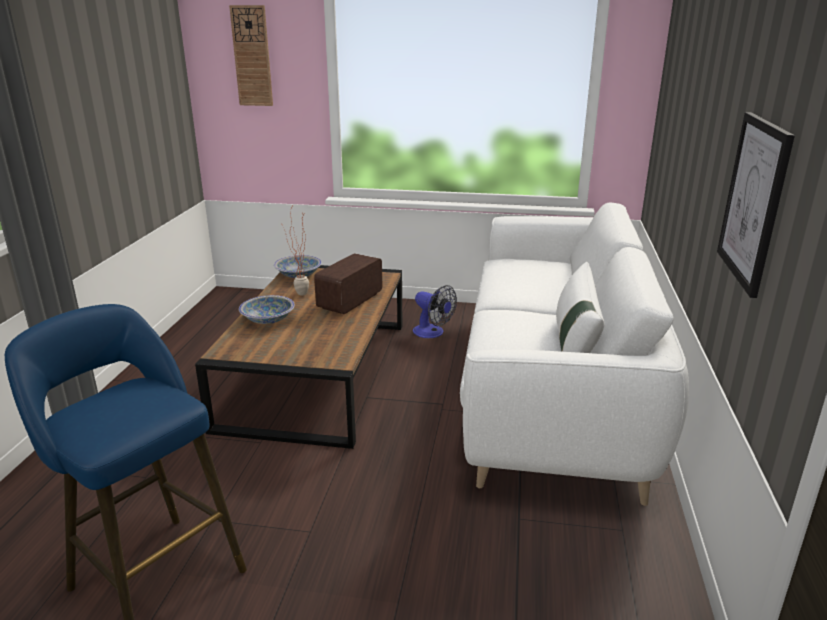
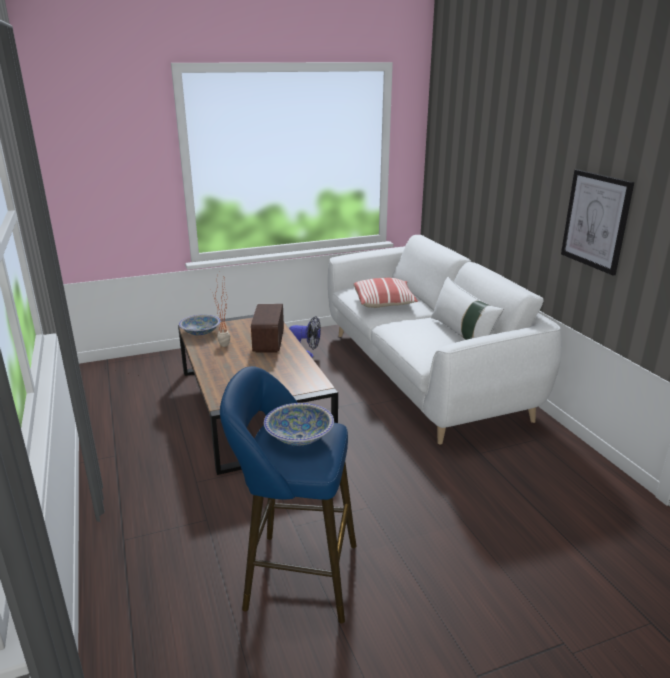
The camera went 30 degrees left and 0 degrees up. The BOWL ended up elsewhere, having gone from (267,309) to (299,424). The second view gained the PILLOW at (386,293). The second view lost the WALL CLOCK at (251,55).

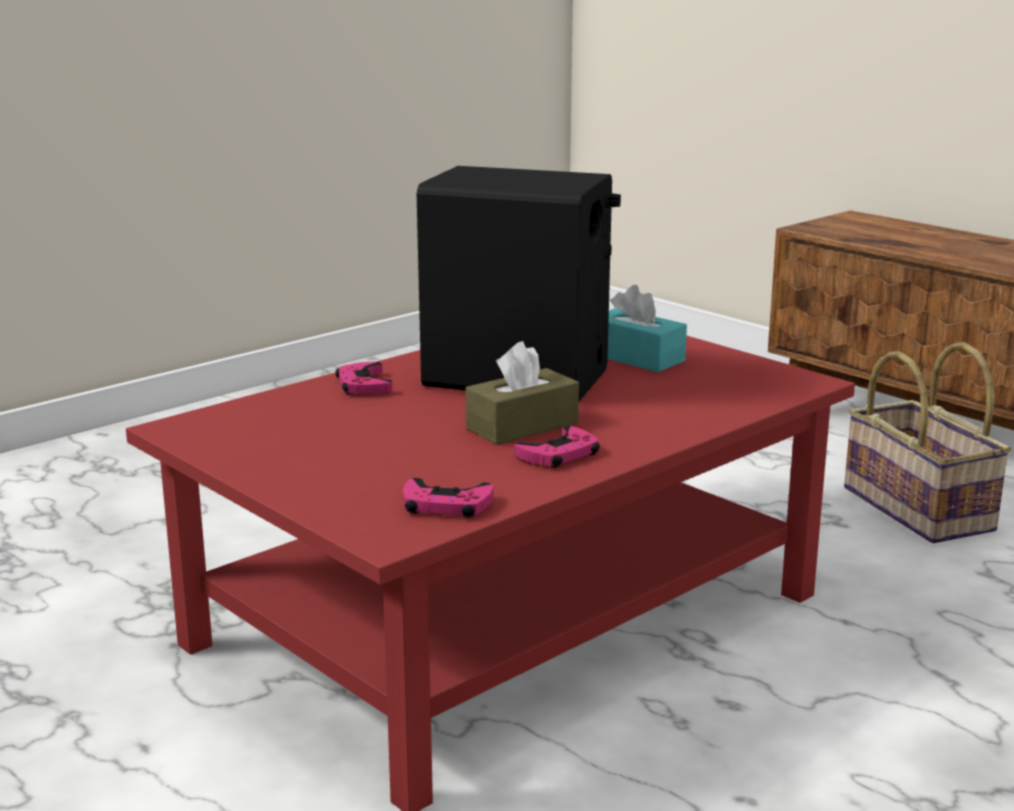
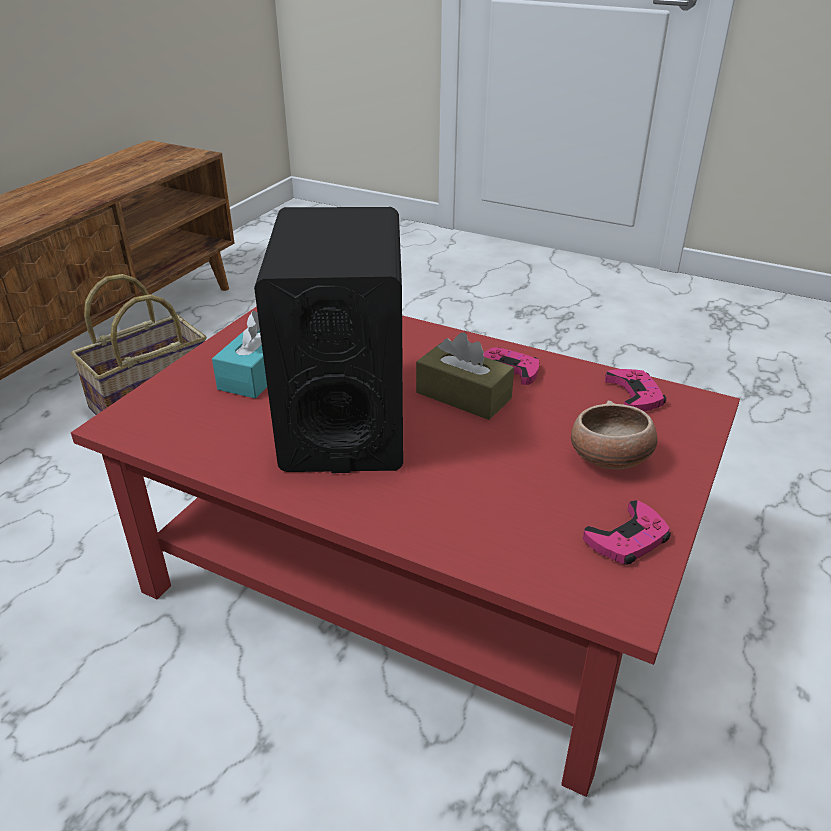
The camera went 110 degrees left and 15 degrees up. The second view gained the BOWL at (614,435). The PINK GAME CONTROLLER ended up elsewhere, having gone from (364,378) to (627,532).

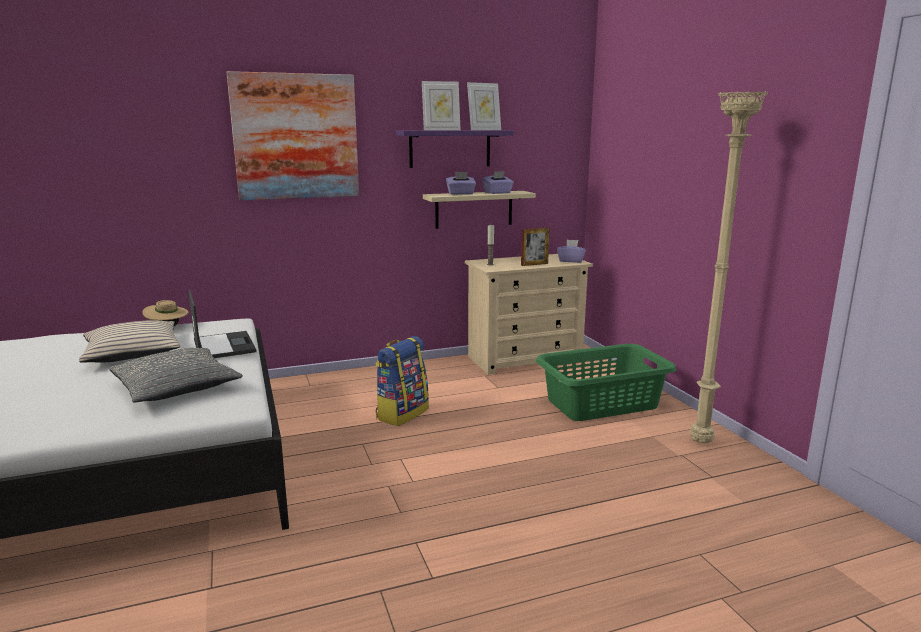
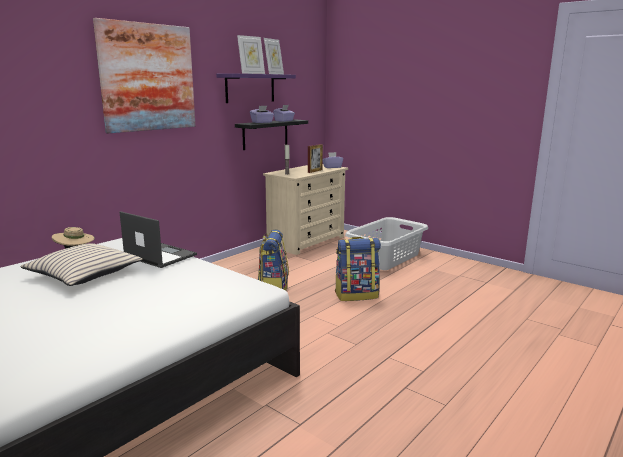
The camera went 30 degrees left and 0 degrees up. What was the BEIGE SHELF at (479,210) turned into the BLACK SHELF at (271,134). The second view gained the BACKPACK at (358,269). What was the GREEN LAUNDRY BASKET at (606,382) turned into the GREY LAUNDRY BASKET at (386,243). The second view lost the GREY PILLOW at (176,375). The second view lost the BEIGE FLOOR LAMP at (729,267).

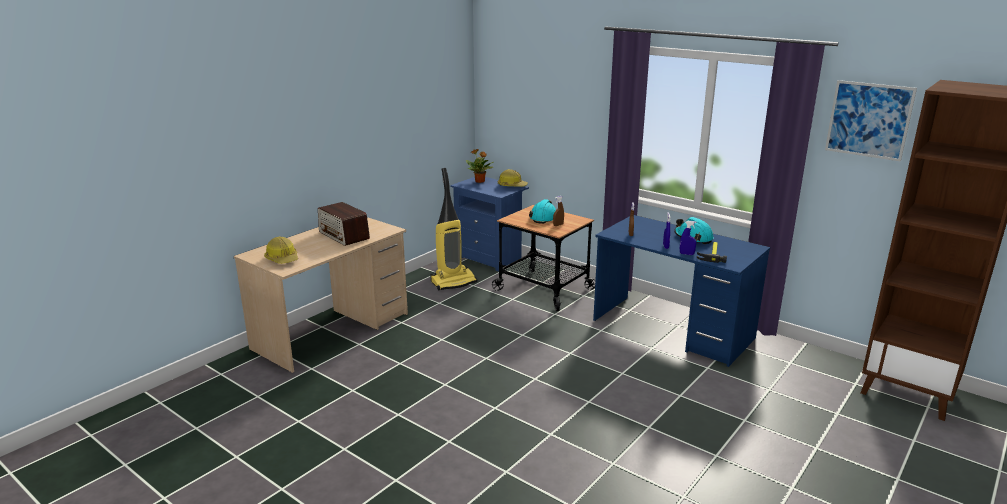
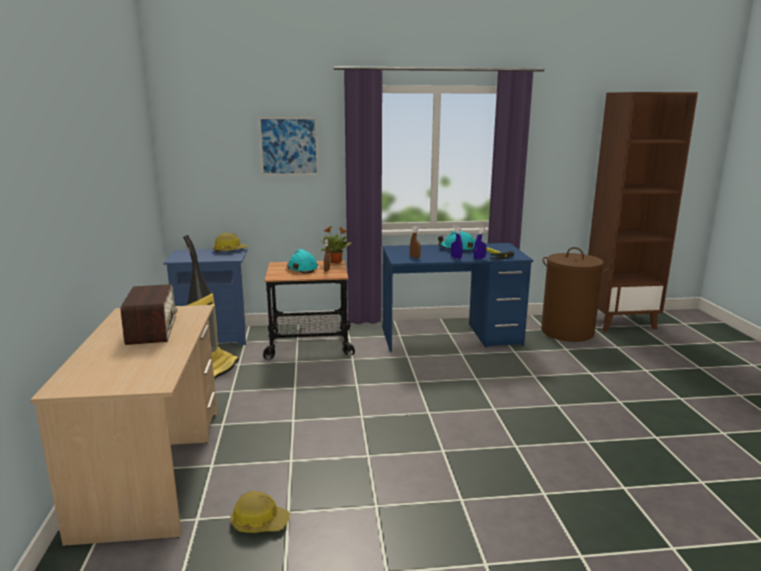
The camera went 45 degrees left and 5 degrees down. The RADIO at (344,224) ended up facing another way, 105 degrees counterclockwise from before. The HARD HAT ended up elsewhere, having gone from (281,250) to (260,512). The PICTURE ended up elsewhere, having gone from (871,121) to (289,146). The POTTED PLANT ended up elsewhere, having gone from (479,166) to (336,244). The second view gained the BROWN LAUNDRY BASKET at (575,294).

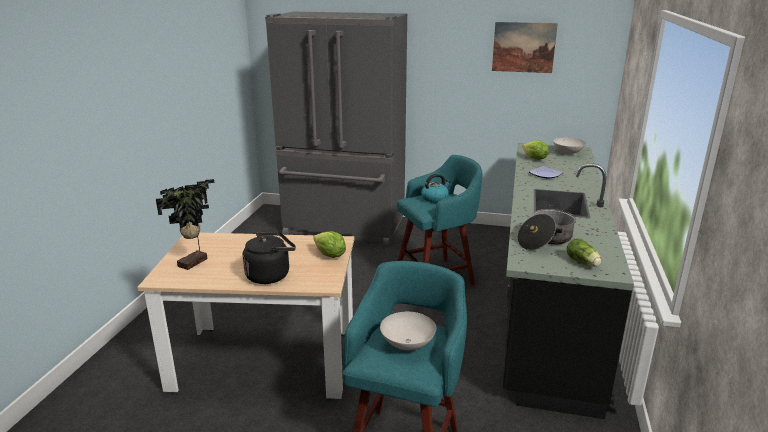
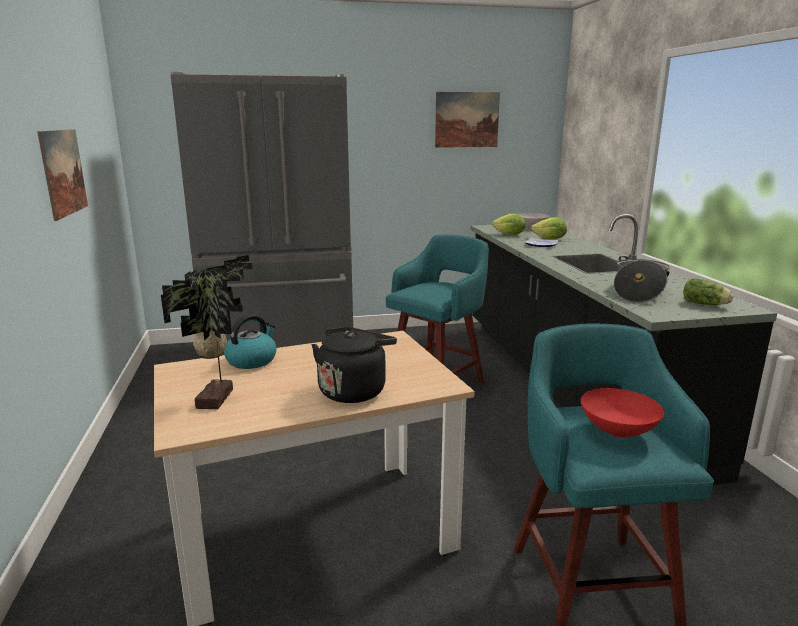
The camera went 25 degrees left and 5 degrees down. The second view gained the PICTURE at (62,175). The KETTLE ended up elsewhere, having gone from (435,188) to (250,341). The LETTUCE ended up elsewhere, having gone from (329,245) to (549,228). What was the WHITE BOWL at (408,331) turned into the RED BOWL at (622,413).

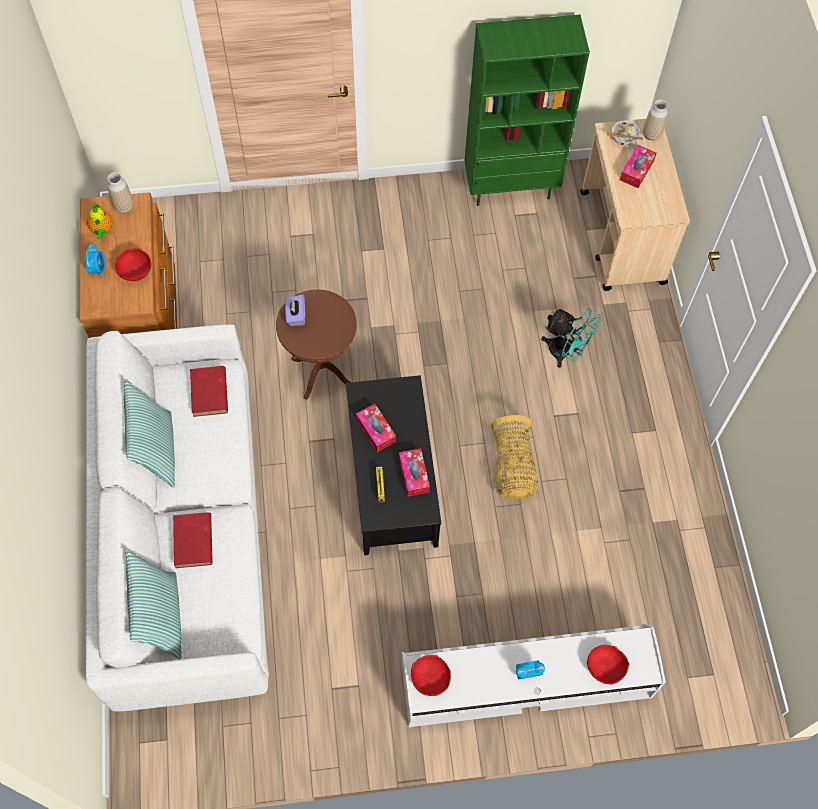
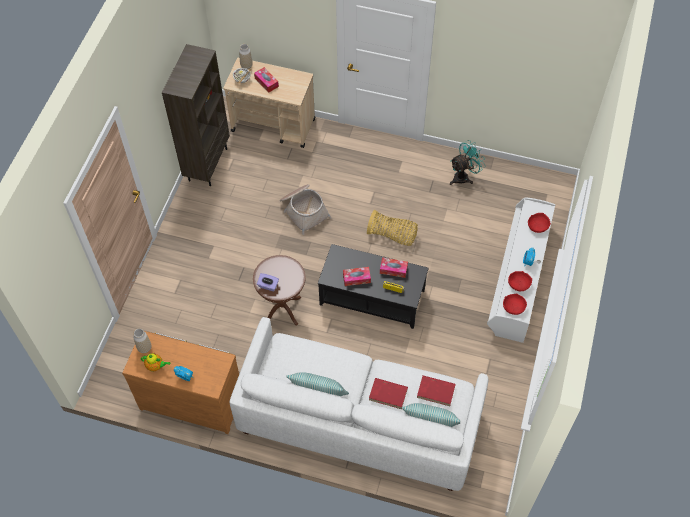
The camera went 65 degrees left and 5 degrees down. What was the GREEN BOOKCASE at (527,110) turned into the BROWN BOOKCASE at (196,115). The second view gained the BASKET at (306,209). The RED BOOK ended up elsewhere, having gone from (209,391) to (436,391). The TURQUOISE FAN ended up elsewhere, having gone from (571,338) to (468,163). The RED BOWL ended up elsewhere, having gone from (133,264) to (520,281).

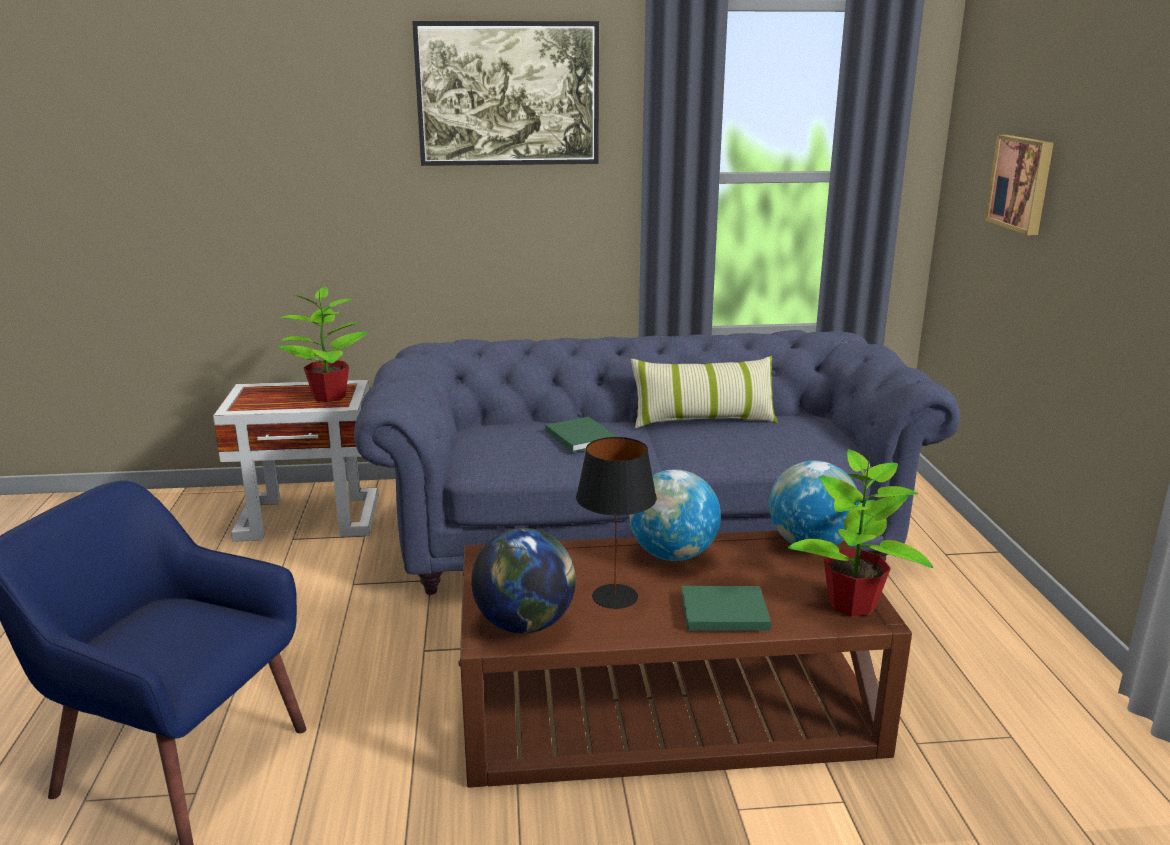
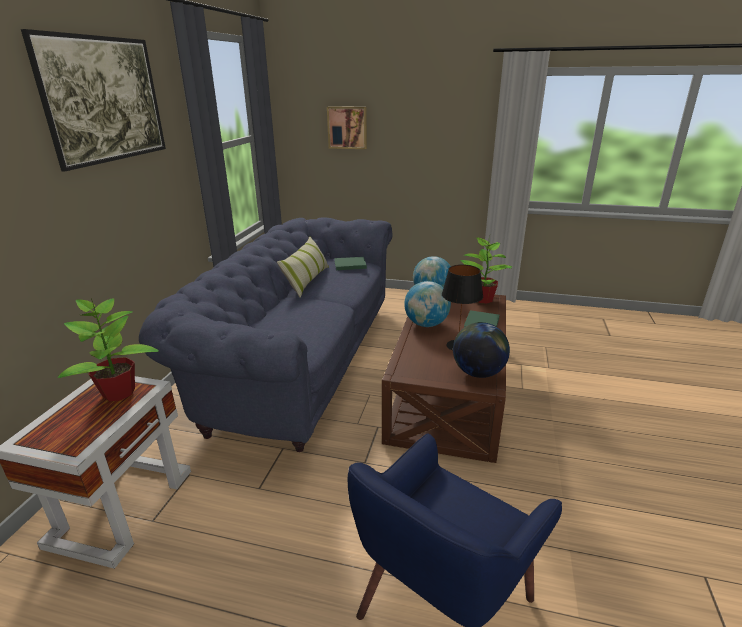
The camera went 70 degrees left and 5 degrees up. The GREEN BOOK ended up elsewhere, having gone from (581,434) to (350,263).

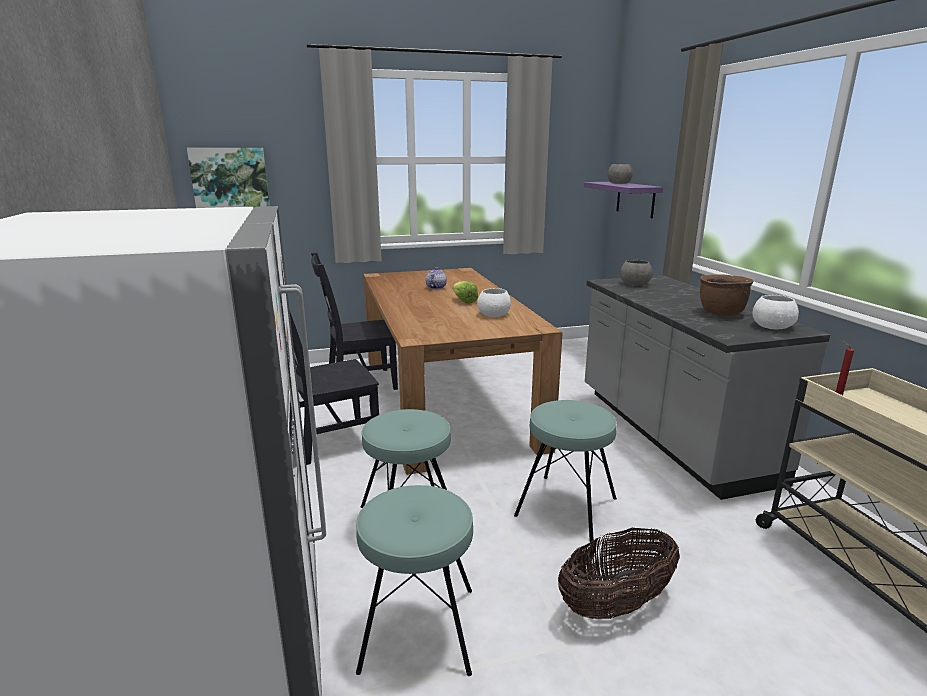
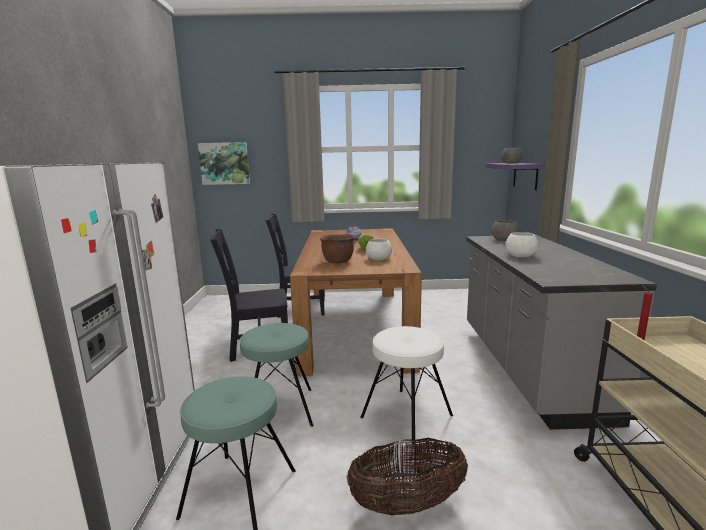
The camera went 15 degrees right and 5 degrees down. The BROWN COOKING POT ended up elsewhere, having gone from (726,295) to (337,248). What was the TURQUOISE STOOL at (565,471) turned into the WHITE STOOL at (406,385). The WHITE BOWL ended up elsewhere, having gone from (775,312) to (522,244).

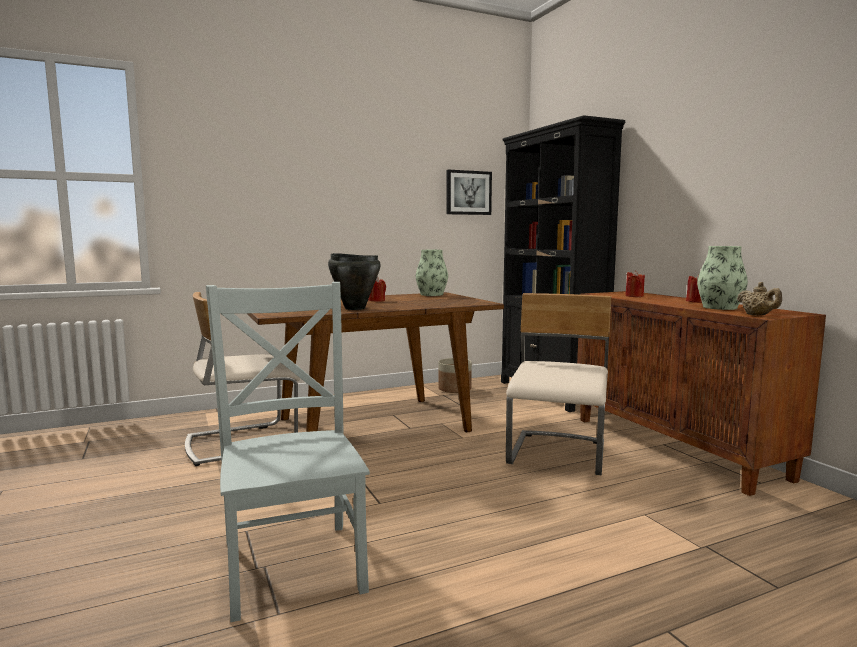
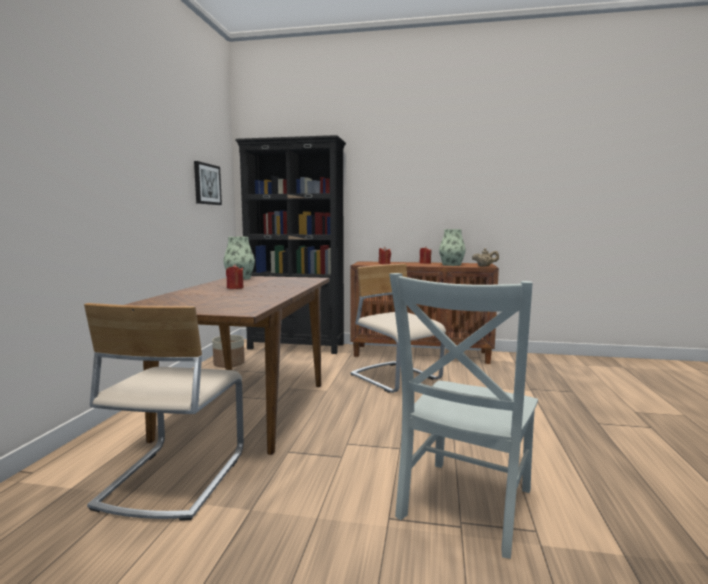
The camera went 55 degrees left and 0 degrees up. The GREY CHAIR at (288,452) ended up facing another way, 75 degrees counterclockwise from before. The second view lost the BLACK COOKING POT at (354,281).

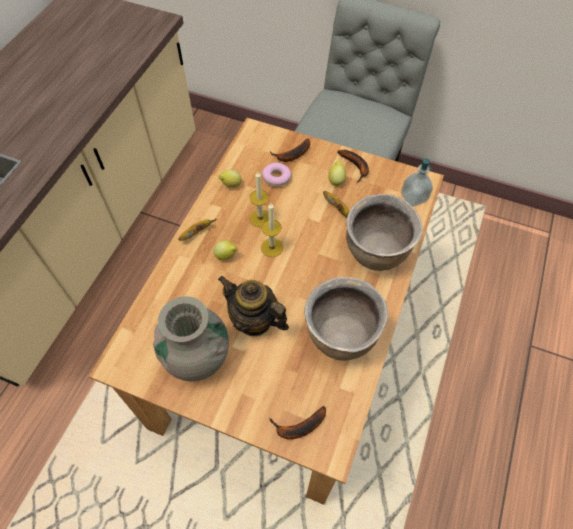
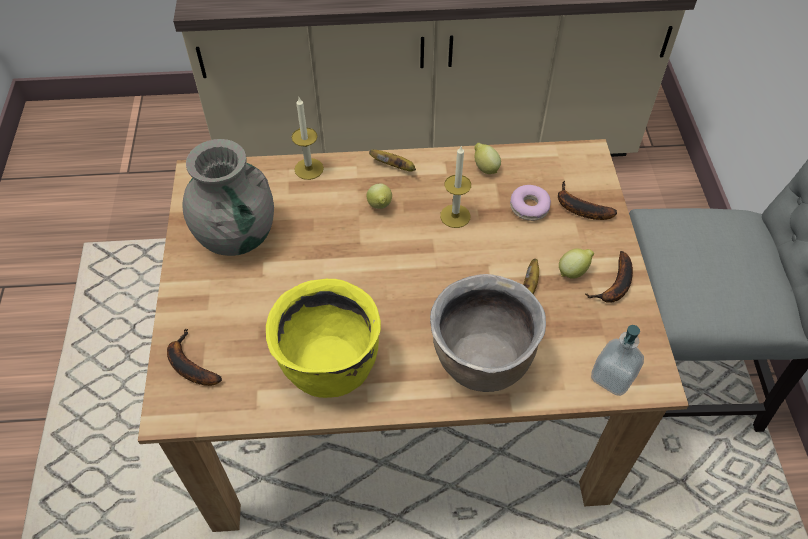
The camera went 65 degrees right and 5 degrees down. What was the BROWN COOKING POT at (346,319) turned into the YELLOW COOKING POT at (323,338). The CANDLE ended up elsewhere, having gone from (272,230) to (308,138). The second view lost the TEAPOT at (253,306).

